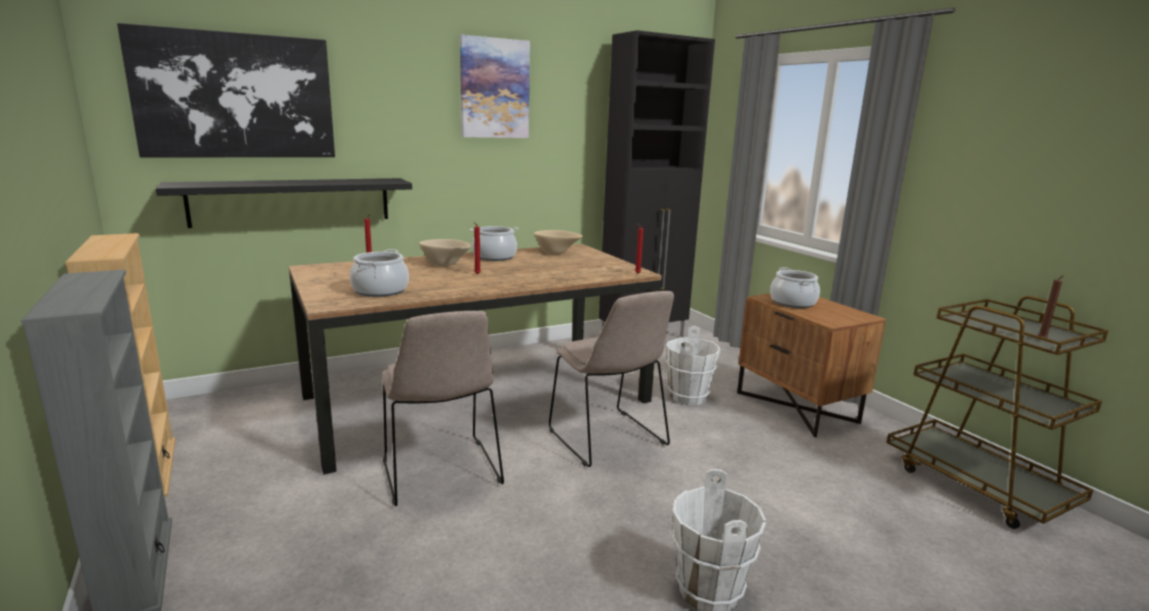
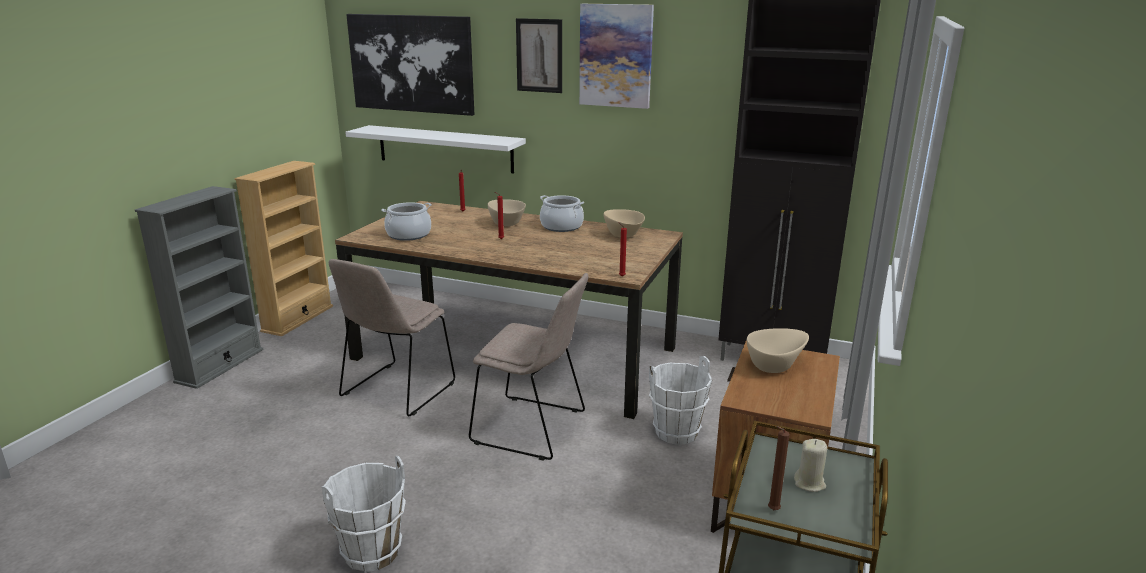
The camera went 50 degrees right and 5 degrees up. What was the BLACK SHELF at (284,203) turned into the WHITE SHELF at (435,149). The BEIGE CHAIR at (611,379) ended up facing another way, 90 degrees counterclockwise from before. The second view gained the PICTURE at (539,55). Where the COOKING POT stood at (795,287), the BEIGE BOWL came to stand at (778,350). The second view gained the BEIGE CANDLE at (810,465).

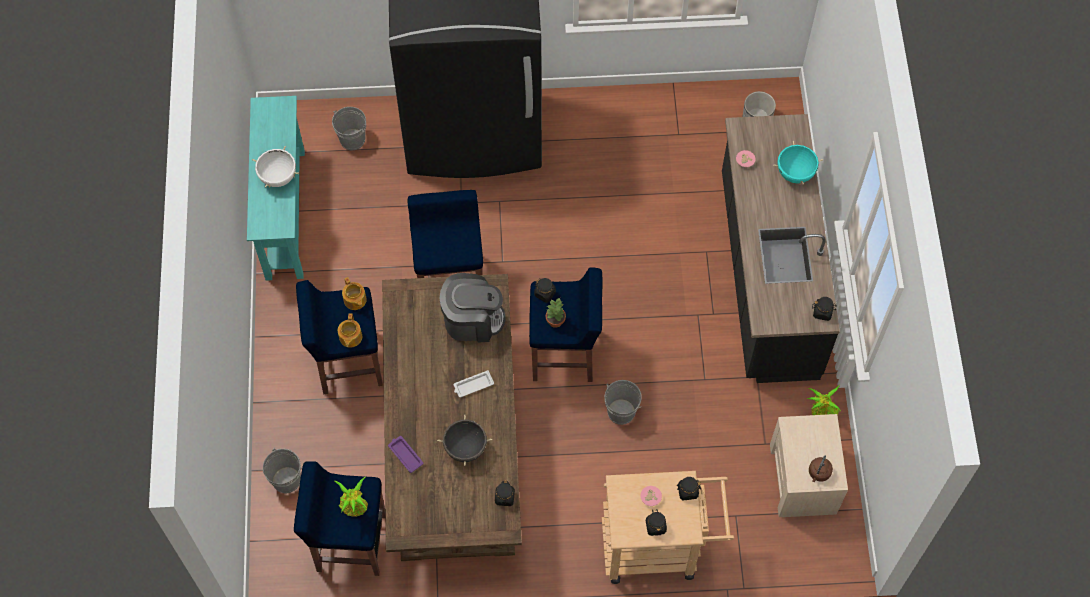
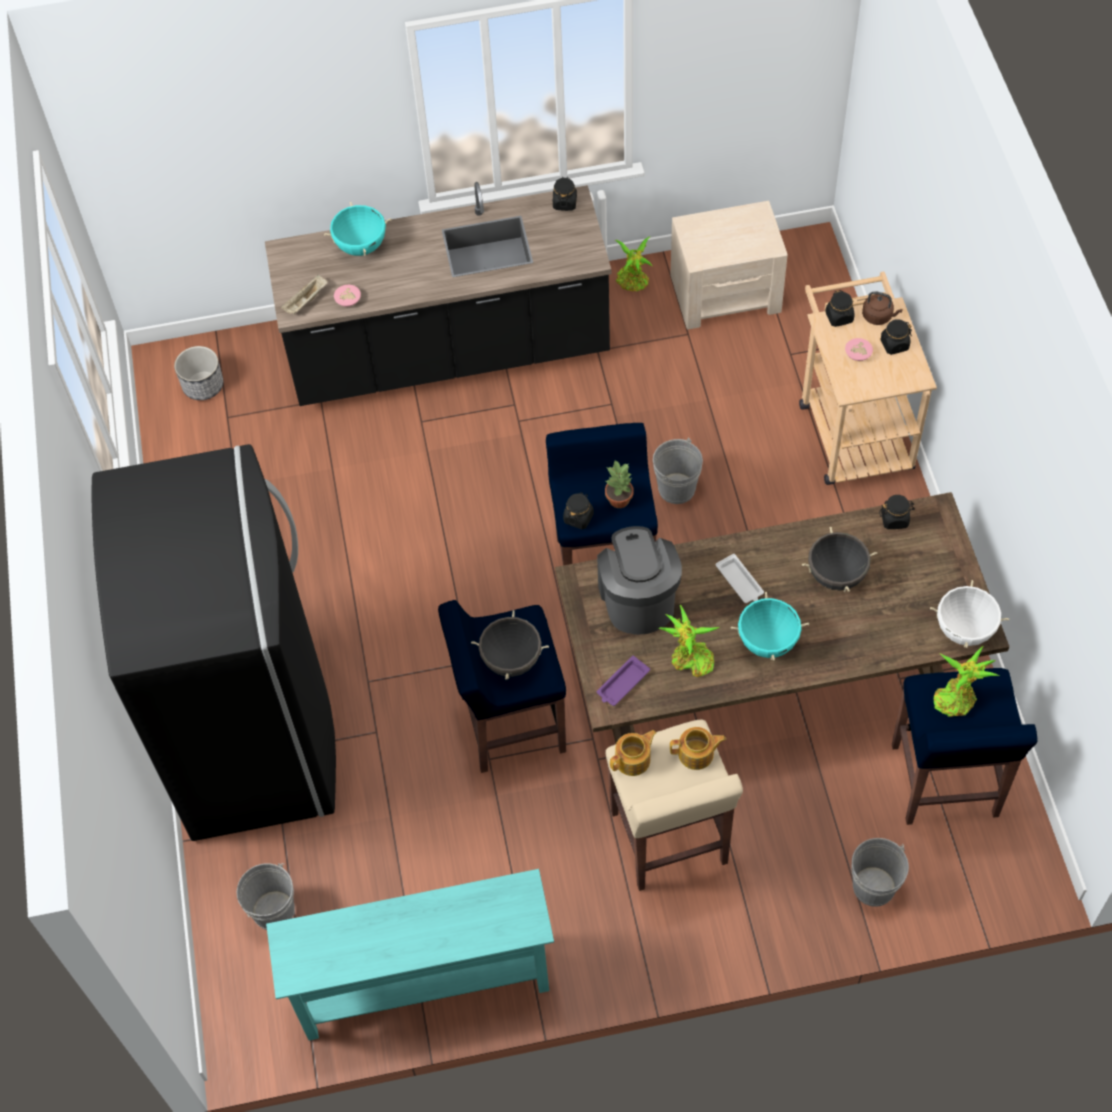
The camera went 95 degrees left and 5 degrees down. The second view gained the BEIGE TRAY at (304,294). The second view gained the BLACK COOKING POT at (510,644). The PURPLE TRAY ended up elsewhere, having gone from (406,454) to (623,681). What was the BLUE STOOL at (339,337) turned into the BEIGE STOOL at (674,805). The second view gained the POTTED PLANT at (688,641). The second view gained the TURQUOISE COOKING POT at (770,626). The BROWN KETTLE ended up elsewhere, having gone from (821,469) to (882,308). The WHITE COOKING POT ended up elsewhere, having gone from (275,167) to (969,614).

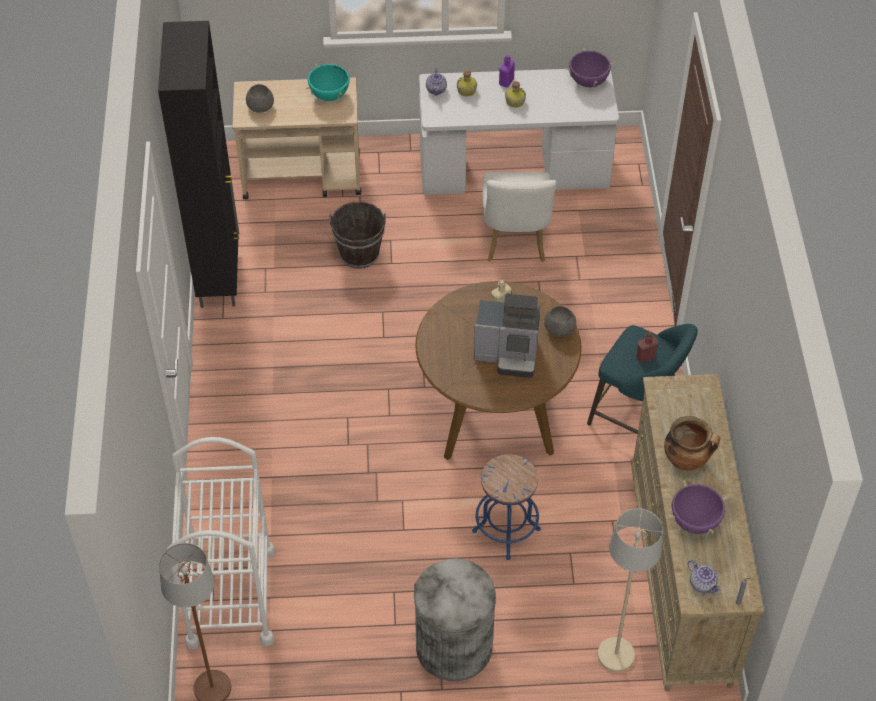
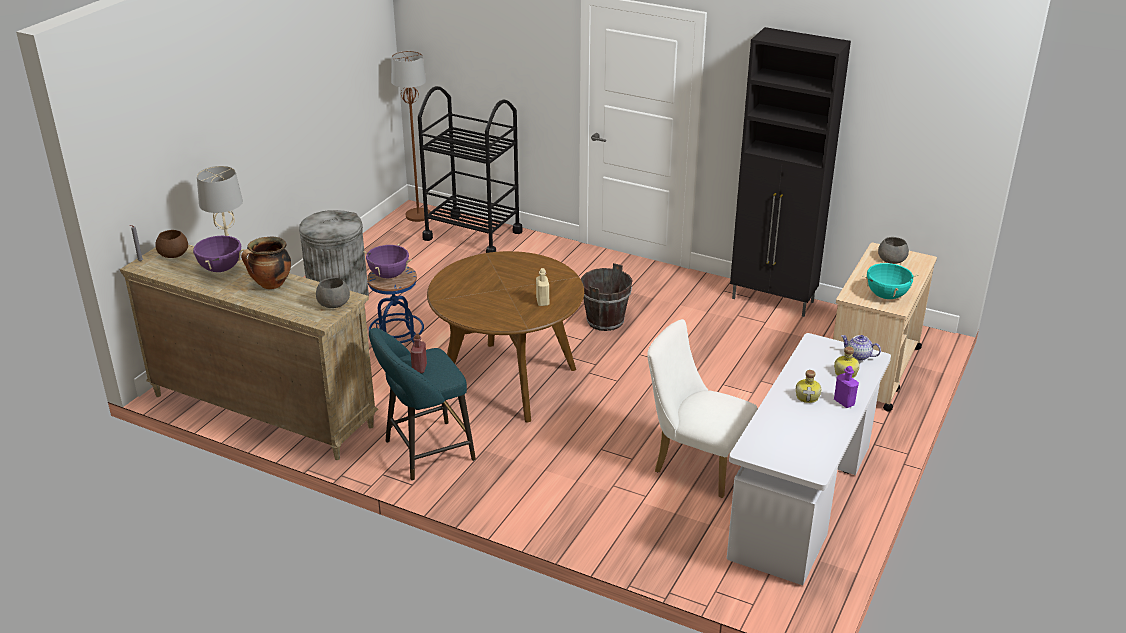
The camera went 120 degrees right and 20 degrees down. Where the TEAPOT stood at (704,577), the BROWN BOWL came to stand at (171,244). The GREY BOWL ended up elsewhere, having gone from (560,321) to (333,293). The PURPLE COOKING POT ended up elsewhere, having gone from (590,67) to (388,261). What was the WHITE CART at (221,543) turned into the BLACK CART at (470,169). The BROWN BUCKET ended up elsewhere, having gone from (357,235) to (606,297). The second view lost the COFFEE MACHINE at (507,336).

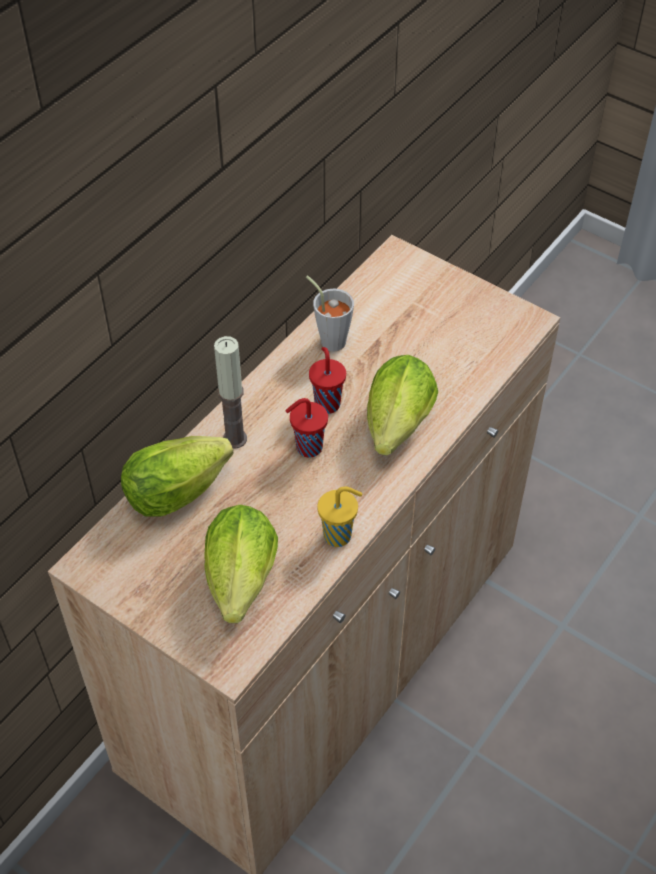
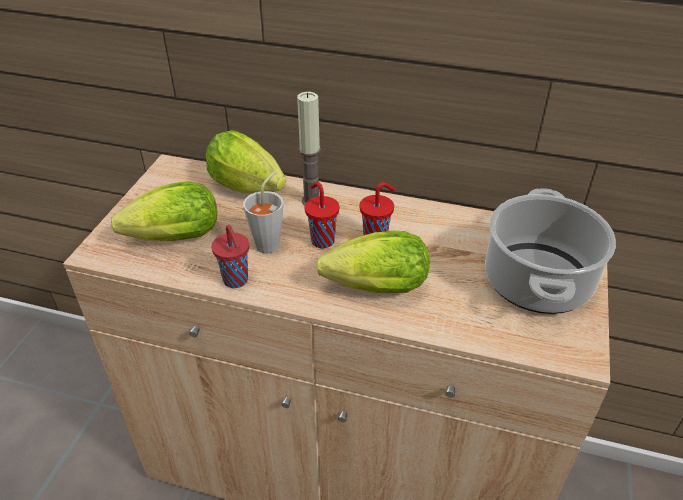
The camera went 70 degrees right and 10 degrees down. What was the YELLOW CUP at (339,517) turned into the RED CUP at (230,256). The GREY CUP ended up elsewhere, having gone from (330,314) to (263,212). The second view gained the COOKING POT at (550,251).

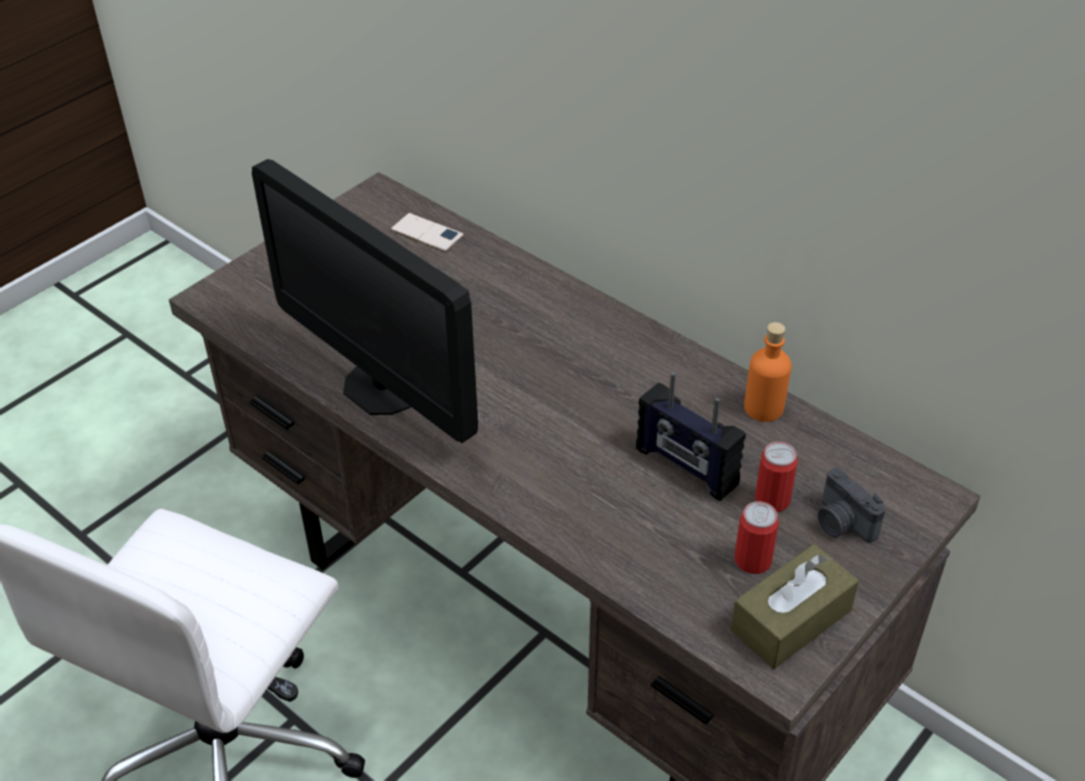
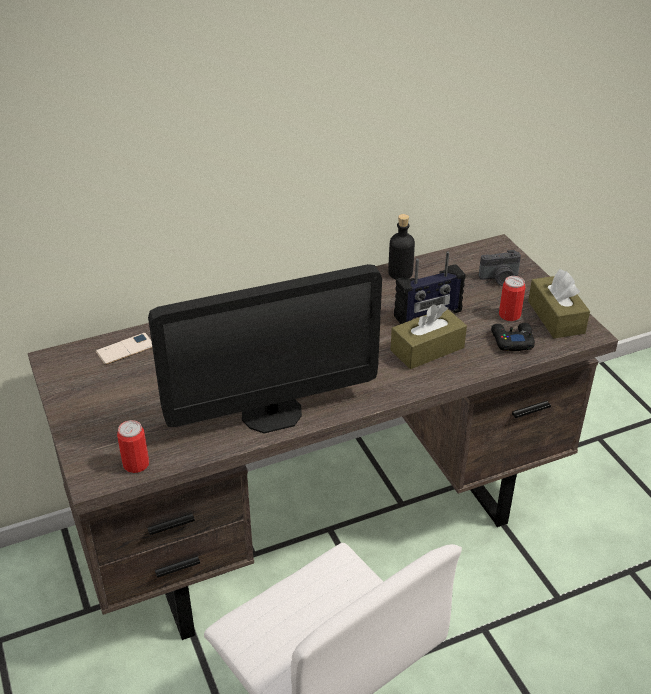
The camera went 65 degrees left and 5 degrees down. The CAN ended up elsewhere, having gone from (776,477) to (133,446). What was the ORANGE BOTTLE at (768,372) turned into the BLACK BOTTLE at (401,246). The second view gained the BROWN TISSUE BOX at (428,336). The second view gained the BLACK GAME CONTROLLER at (513,337).

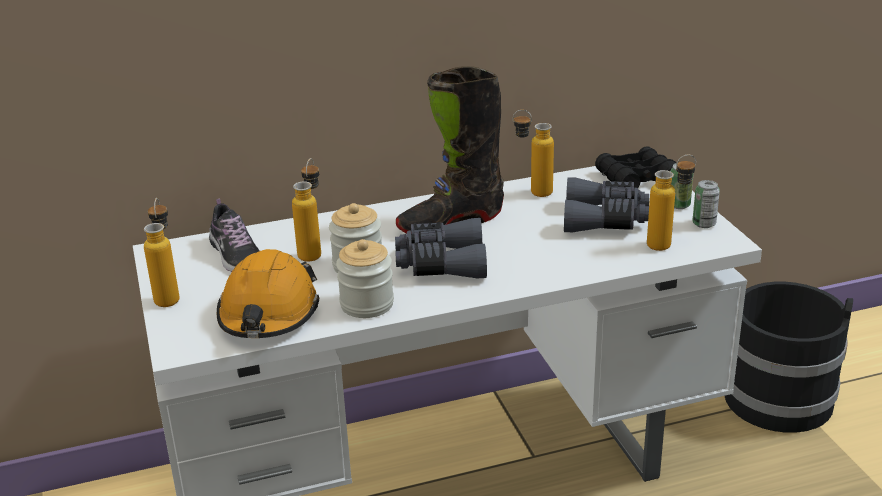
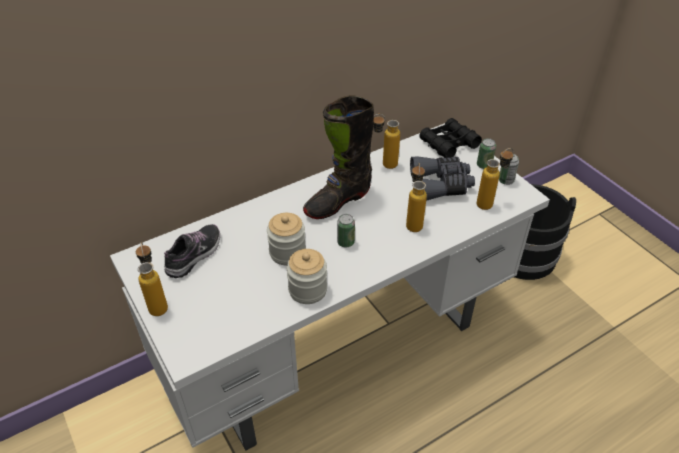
The camera went 15 degrees left and 15 degrees up. The SHOE at (234,235) ended up facing another way, 105 degrees counterclockwise from before. Where the GREY BINOCULARS stood at (441,248), the CAN came to stand at (346,230). The BOTTLE ended up elsewhere, having gone from (306,210) to (416,197). The second view lost the ORANGE HARD HAT at (268,293).

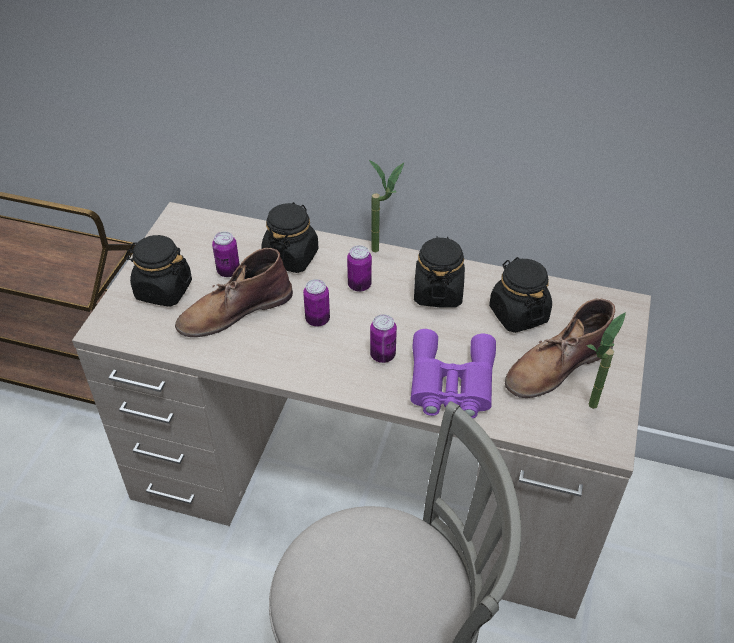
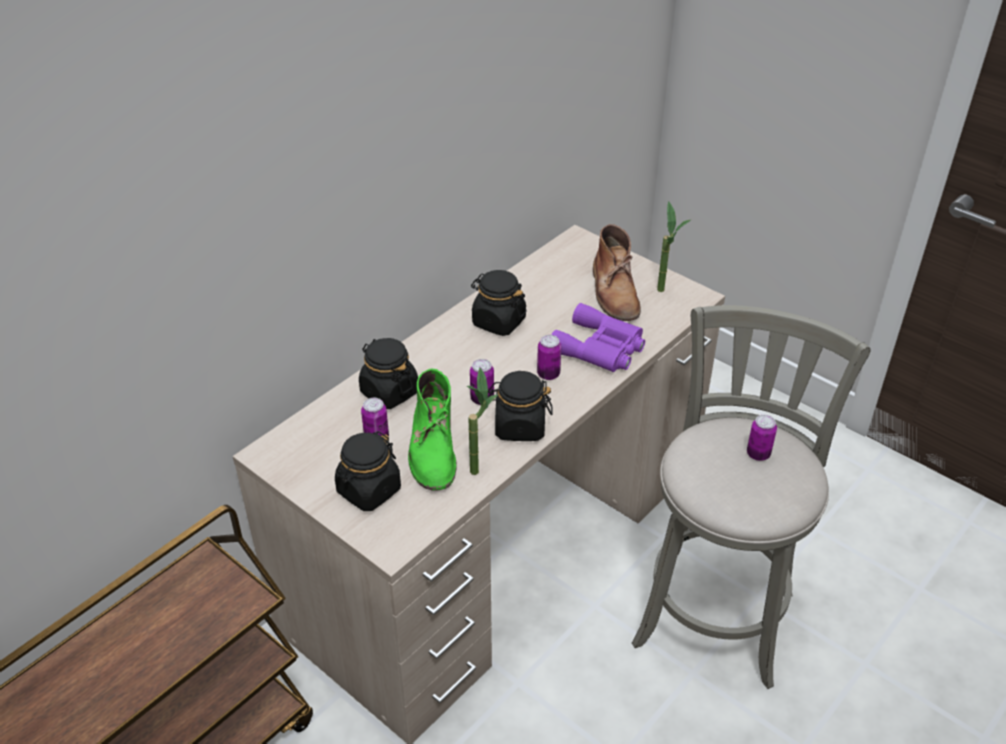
The camera went 65 degrees left and 5 degrees down. What was the BROWN BOOT at (234,292) turned into the GREEN BOOT at (432,430). The POTTED PLANT ended up elsewhere, having gone from (386,206) to (482,421). The BLACK JAR ended up elsewhere, having gone from (520,295) to (520,406). The CAN ended up elsewhere, having gone from (359,268) to (762,438).

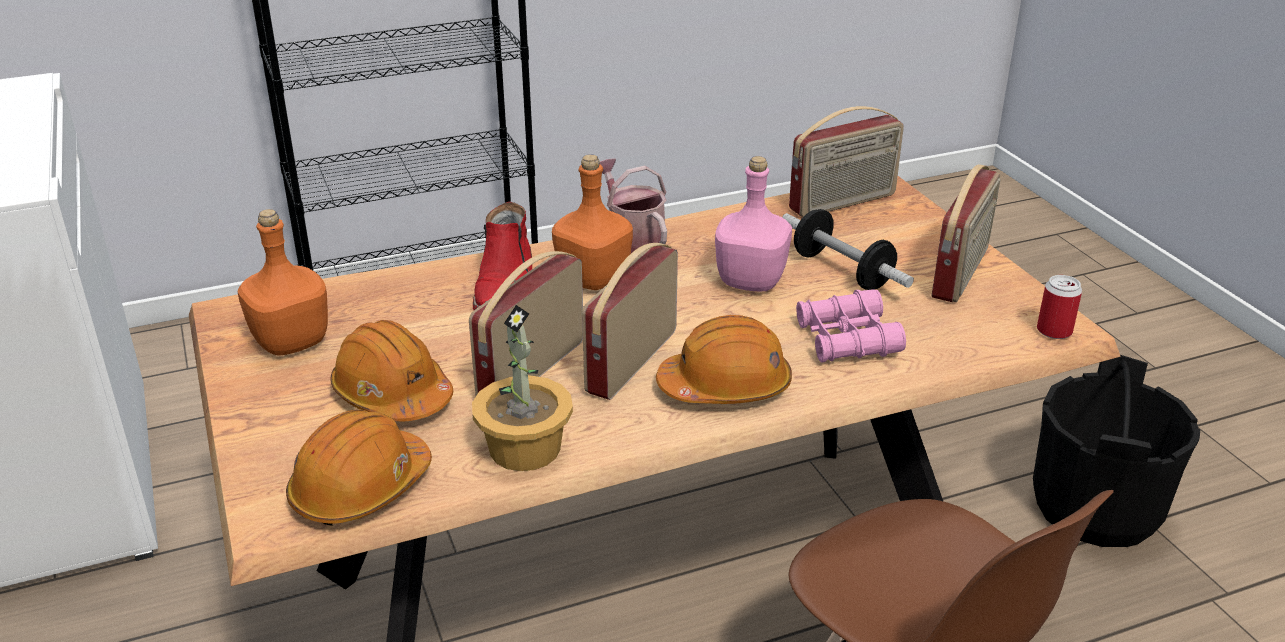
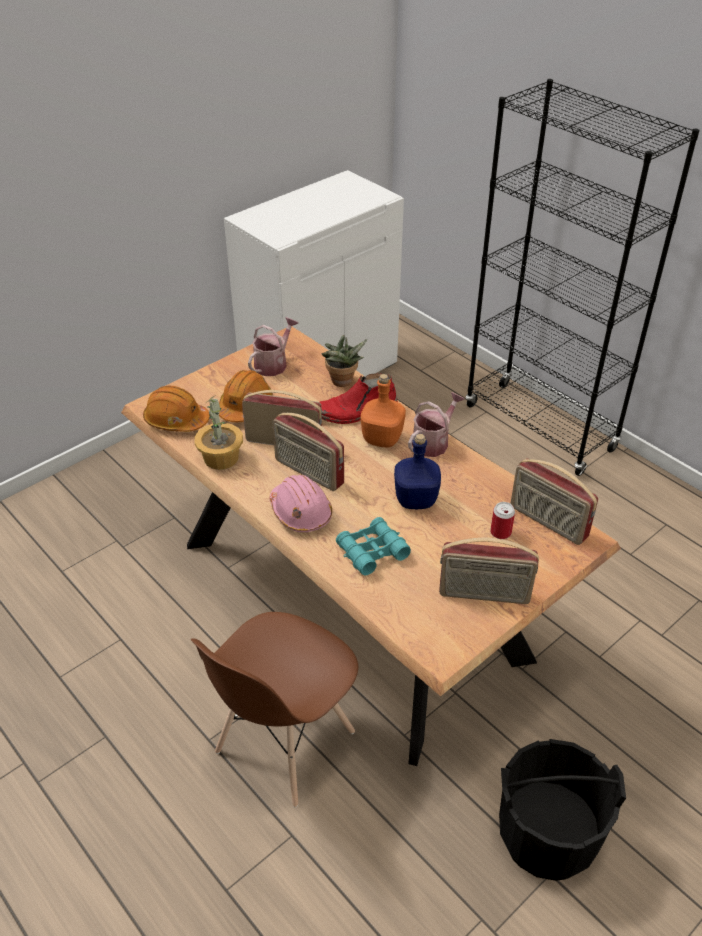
The camera went 70 degrees right and 10 degrees up. Where the ORANGE BOTTLE stood at (283,282), the WATERING CAN came to stand at (273,346). What was the ORANGE HARD HAT at (724,359) turned into the PINK HARD HAT at (301,503). The RADIO at (630,321) ended up facing another way, 150 degrees counterclockwise from before. The second view gained the POTTED PLANT at (344,361). What was the PINK BINOCULARS at (851,326) turned into the TURQUOISE BINOCULARS at (373,546). What was the PINK BOTTLE at (753,224) turned into the BLUE BOTTLE at (417,471). The CAN ended up elsewhere, having gone from (1059,307) to (502,520). The second view lost the DUMBBELL at (848,249).

